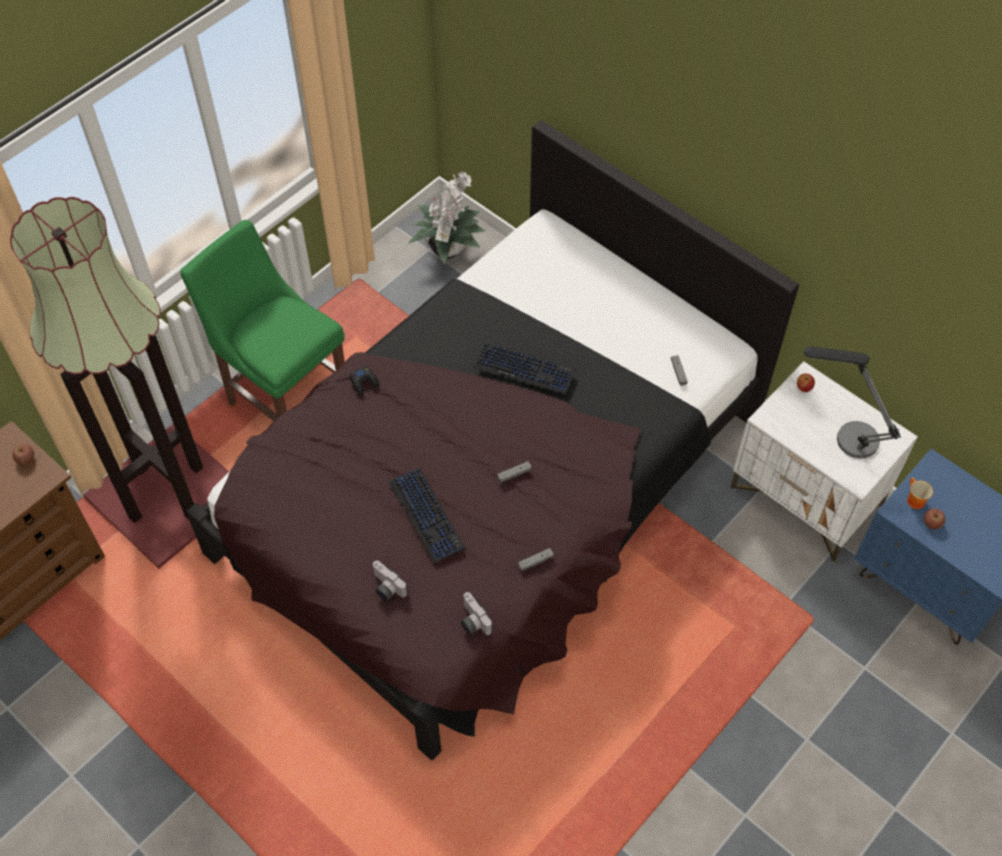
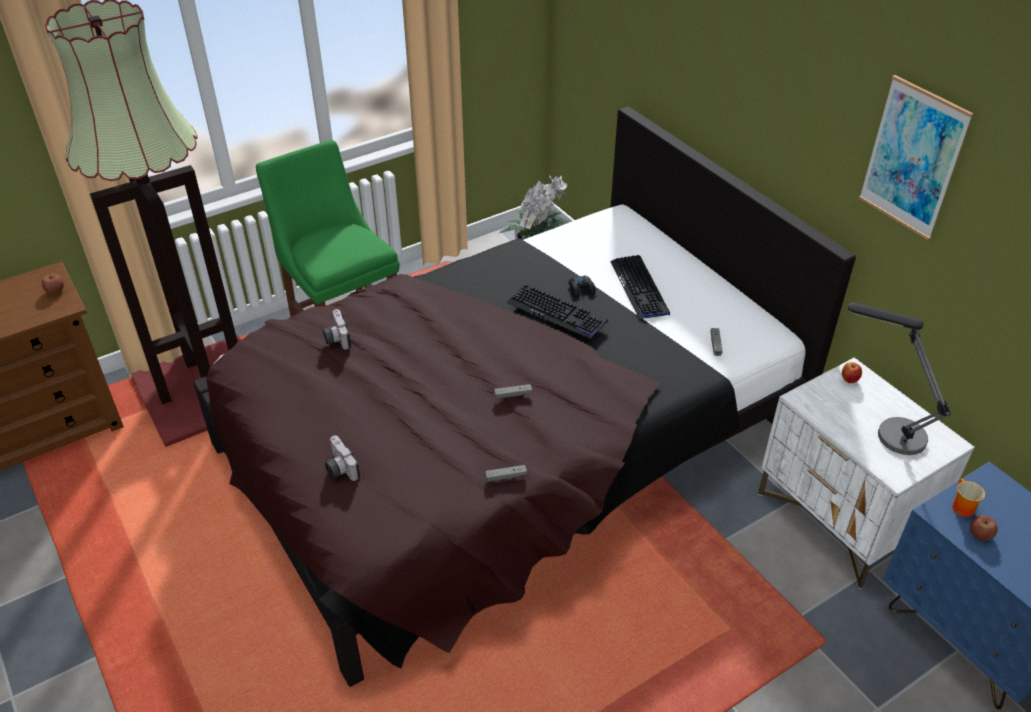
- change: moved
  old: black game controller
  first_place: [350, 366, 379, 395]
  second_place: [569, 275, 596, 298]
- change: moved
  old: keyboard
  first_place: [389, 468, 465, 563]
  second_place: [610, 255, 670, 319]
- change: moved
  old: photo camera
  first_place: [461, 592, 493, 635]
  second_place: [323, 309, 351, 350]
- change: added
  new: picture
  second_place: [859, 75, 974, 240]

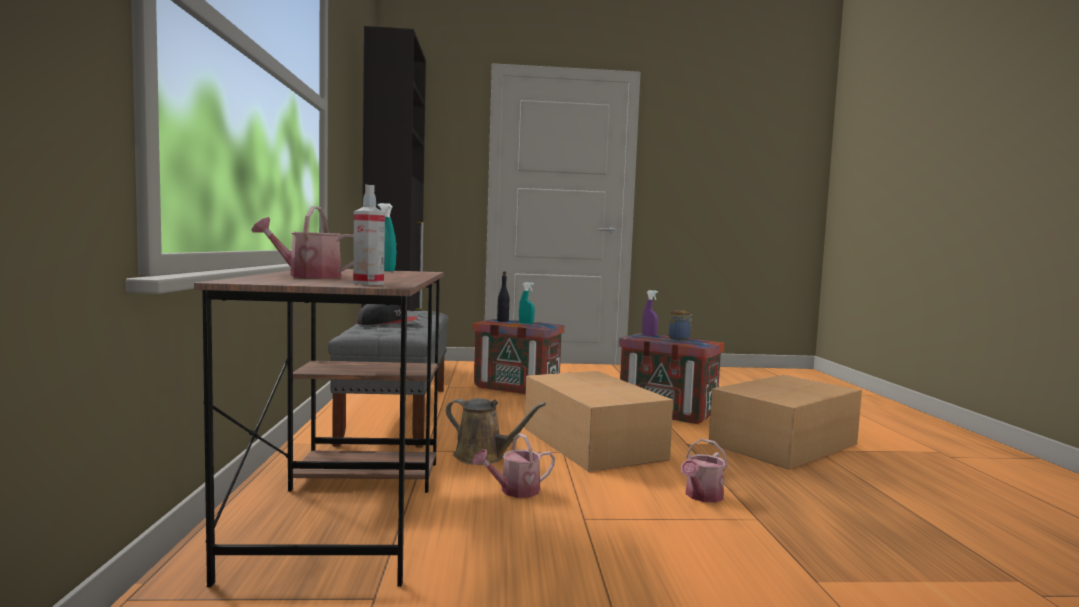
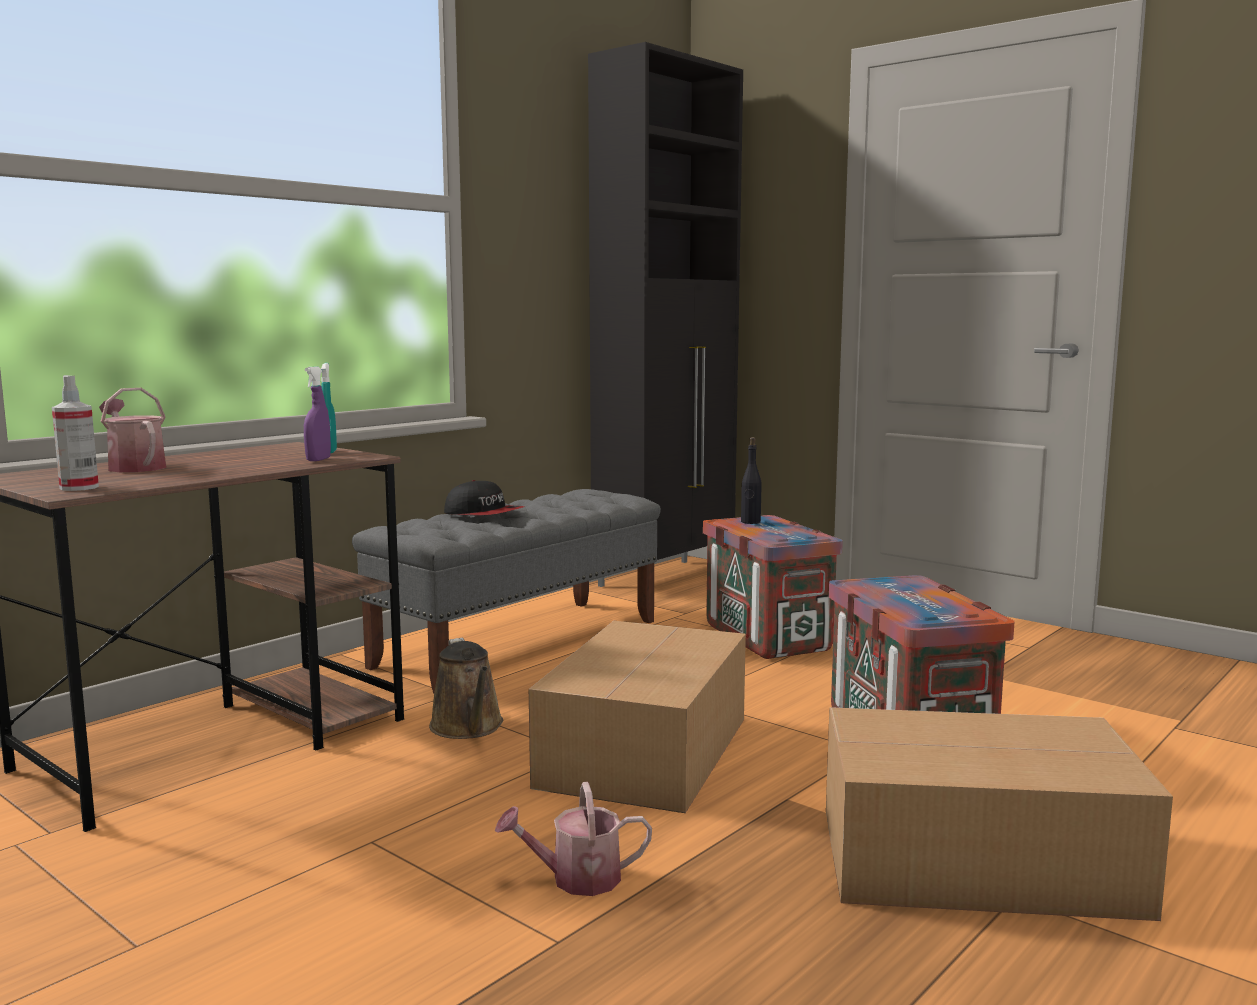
- change: removed
  old: turquoise spray bottle
  first_place: [519, 282, 535, 324]
- change: moved
  old: purple spray bottle
  first_place: [642, 290, 658, 336]
  second_place: [304, 367, 331, 461]
- change: removed
  old: jar
  first_place: [669, 310, 693, 341]
- change: removed
  old: watering can
  first_place: [472, 433, 555, 498]

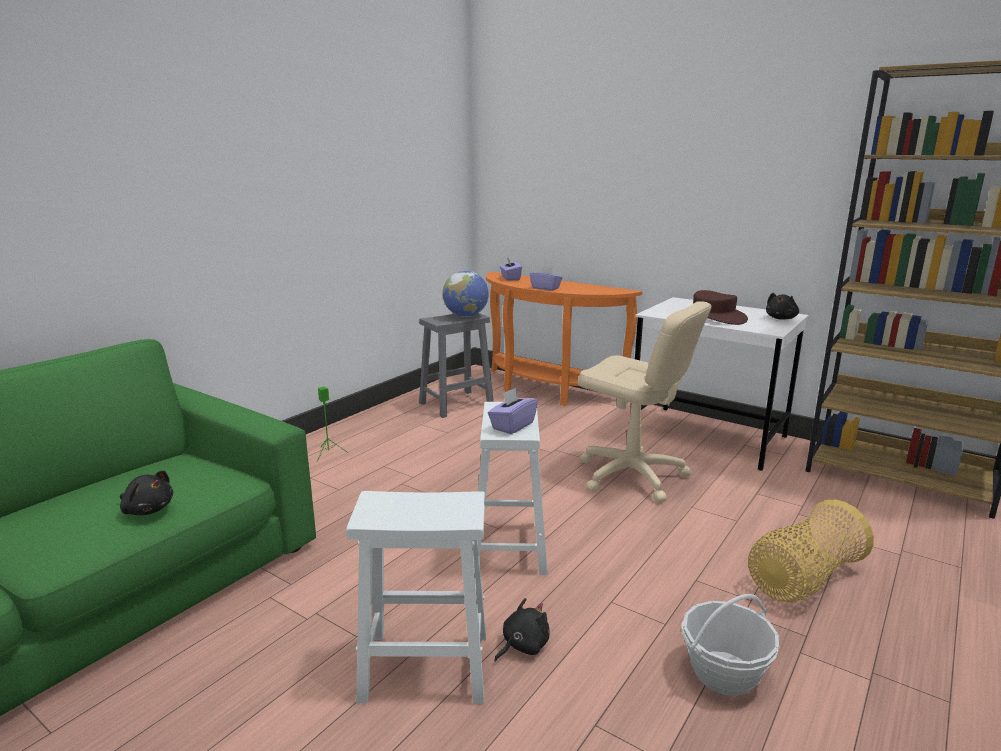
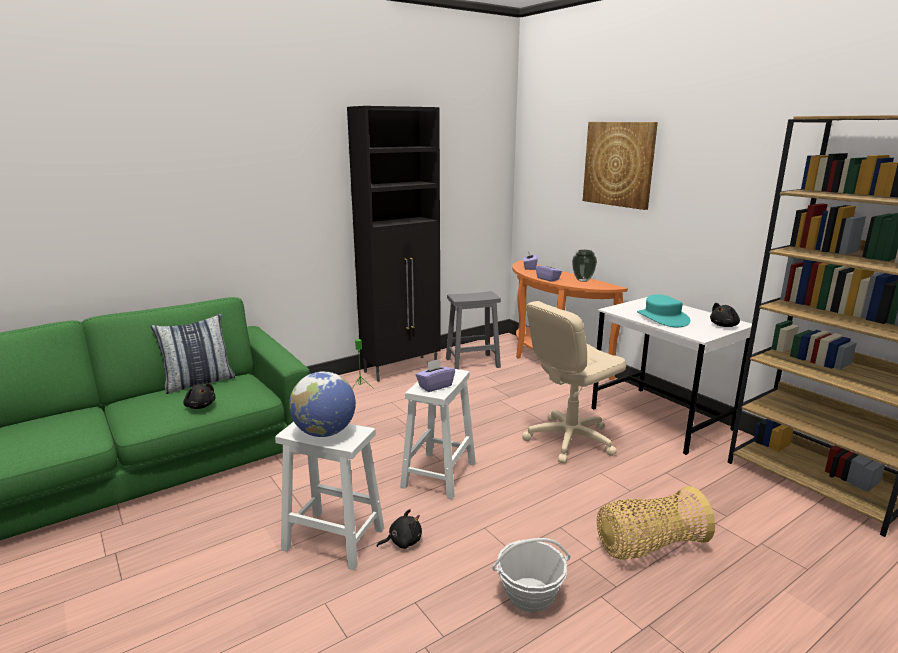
- change: moved
  old: globe
  first_place: [443, 271, 489, 317]
  second_place: [289, 371, 356, 437]
- change: recoloured
  old: brown hat
  new: turquoise hat
  first_place: [693, 290, 748, 325]
  second_place: [637, 294, 690, 327]
- change: turned
  old: beige office chair
  first_place: [578, 301, 712, 502]
  second_place: [522, 301, 626, 464]
  degrees: 90
- change: added
  new: black cabinet
  second_place: [347, 106, 441, 382]
- change: added
  new: picture
  second_place: [583, 122, 658, 210]
- change: added
  new: vase
  second_place: [572, 250, 597, 282]
- change: added
  new: pillow
  second_place: [151, 314, 235, 394]

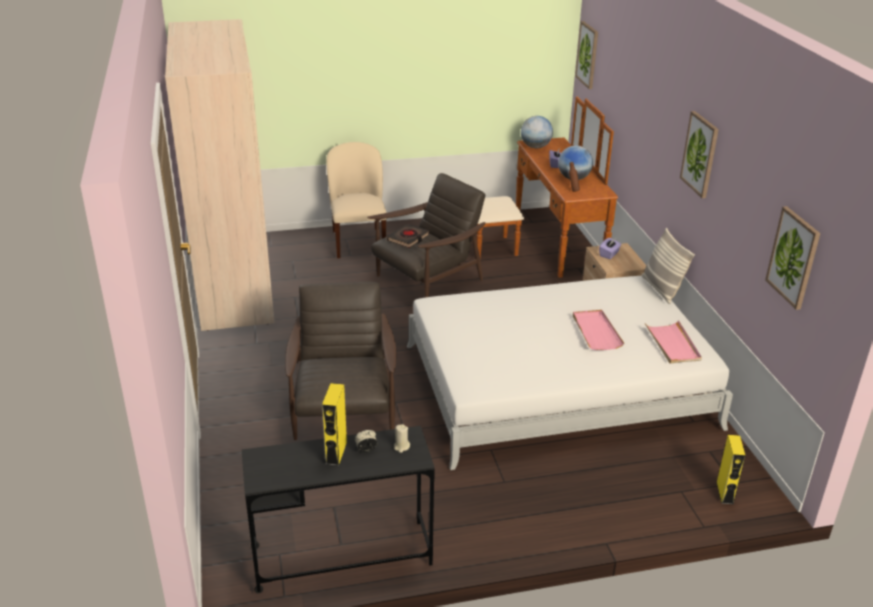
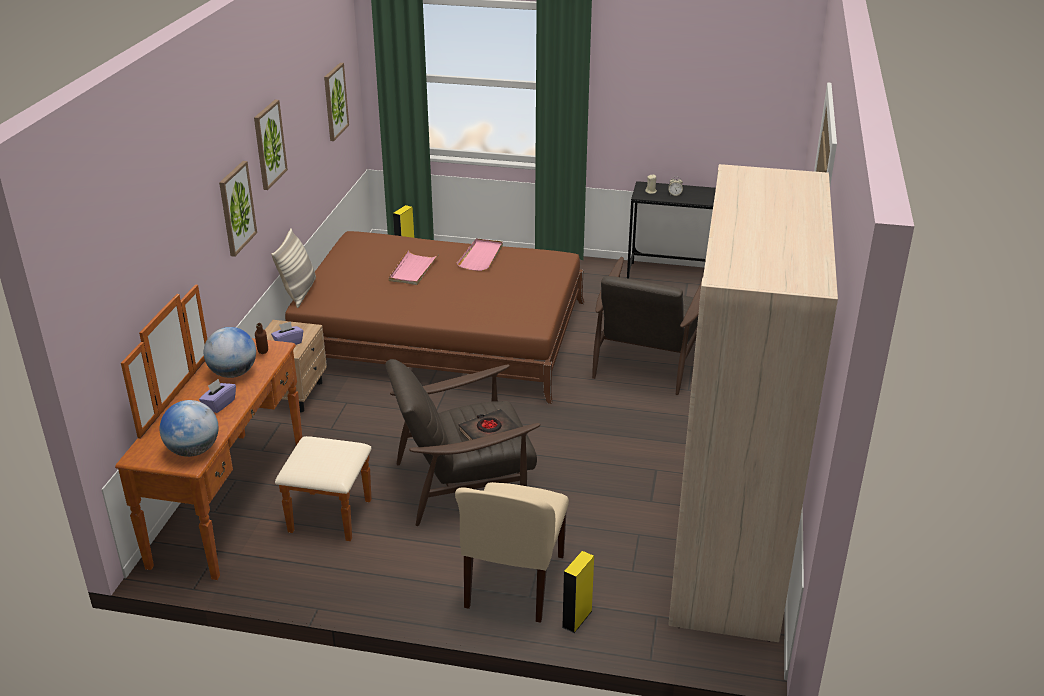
- change: moved
  old: picture
  first_place: [575, 21, 598, 89]
  second_place: [219, 161, 257, 257]
- change: recoloured
  old: white bed
  new: brown bed
  first_place: [407, 276, 733, 470]
  second_place: [285, 231, 584, 404]
- change: moved
  old: pink tray
  first_place: [645, 320, 702, 363]
  second_place: [457, 238, 503, 271]
- change: moved
  old: yellow speaker
  first_place: [322, 383, 347, 466]
  second_place: [562, 551, 594, 633]

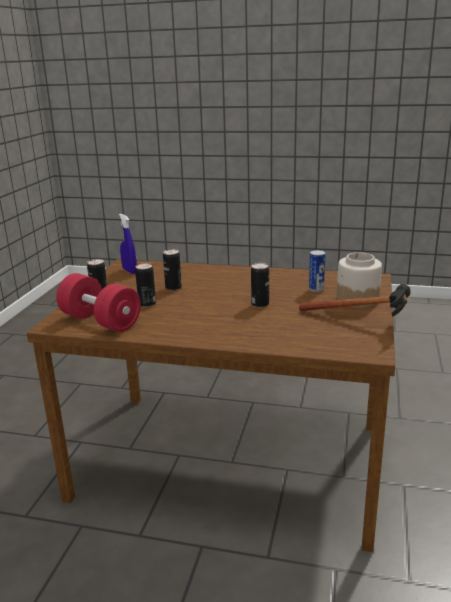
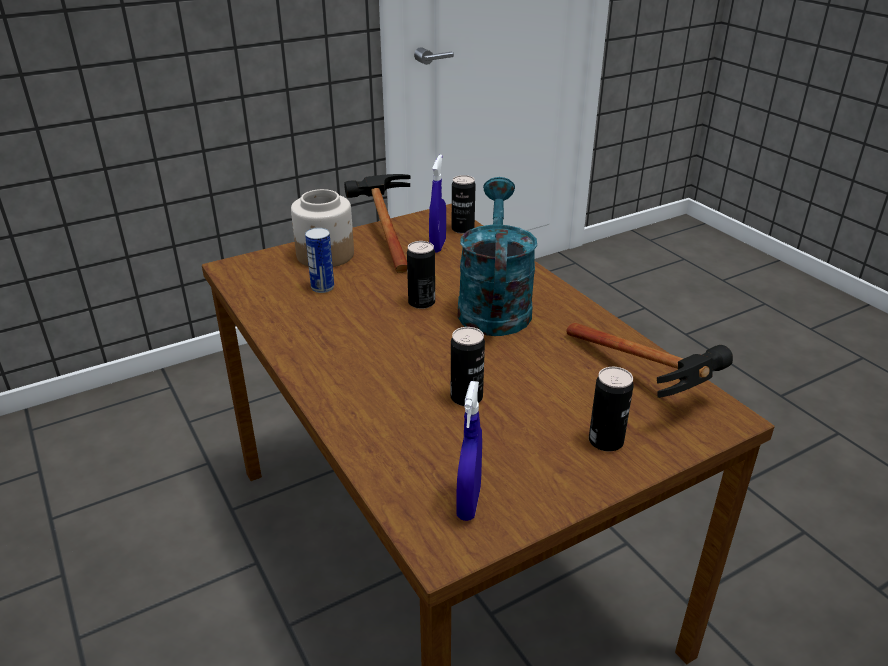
- change: moved
  old: can
  first_place: [135, 263, 156, 307]
  second_place: [452, 175, 476, 234]
- change: replaced
  old: red dumbbell
  new: hammer
  first_place: [56, 273, 141, 332]
  second_place: [566, 323, 733, 398]
- change: added
  new: blue spray bottle
  second_place: [429, 155, 446, 253]
- change: added
  new: turquoise watering can
  second_place: [458, 177, 537, 336]

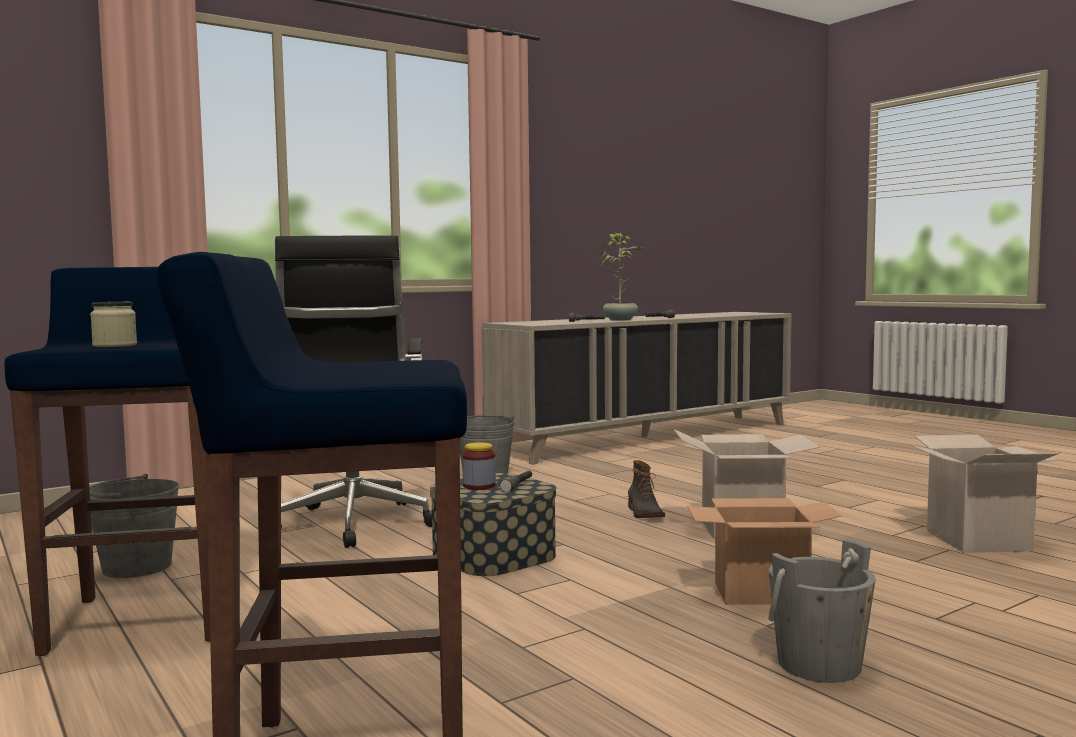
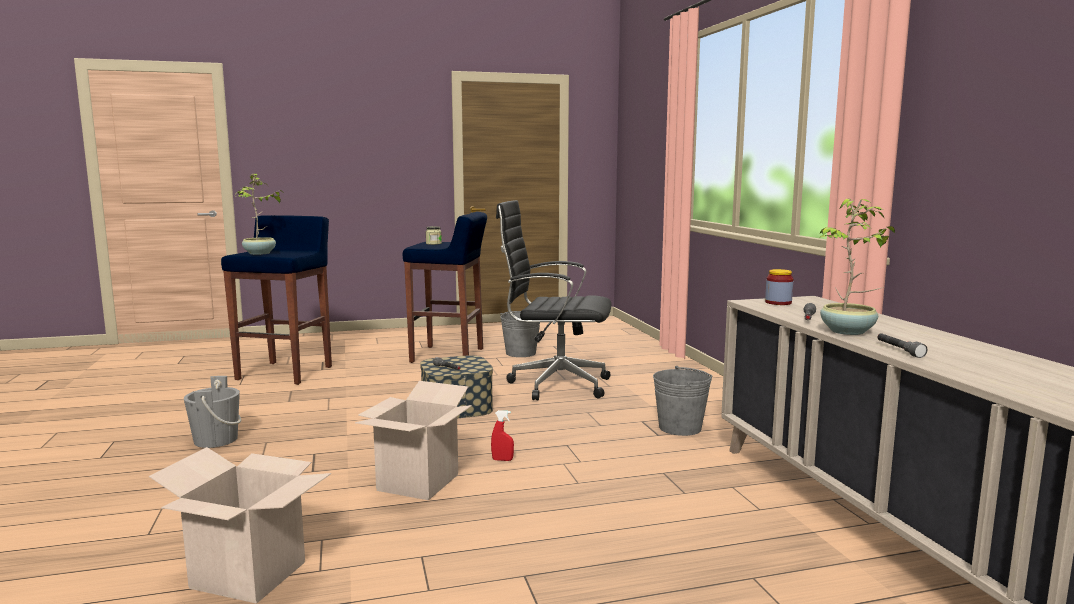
- change: moved
  old: jar
  first_place: [462, 442, 496, 490]
  second_place: [765, 269, 793, 305]
- change: replaced
  old: boot
  new: red spray bottle
  first_place: [628, 460, 665, 518]
  second_place: [491, 410, 514, 461]
- change: removed
  old: cardboard box
  first_place: [687, 498, 842, 605]
- change: added
  new: potted plant
  second_place: [235, 174, 285, 255]

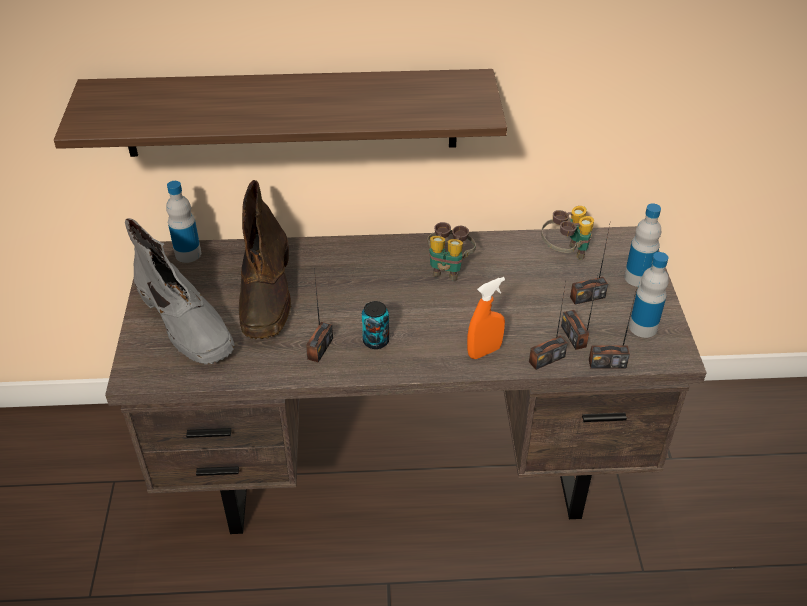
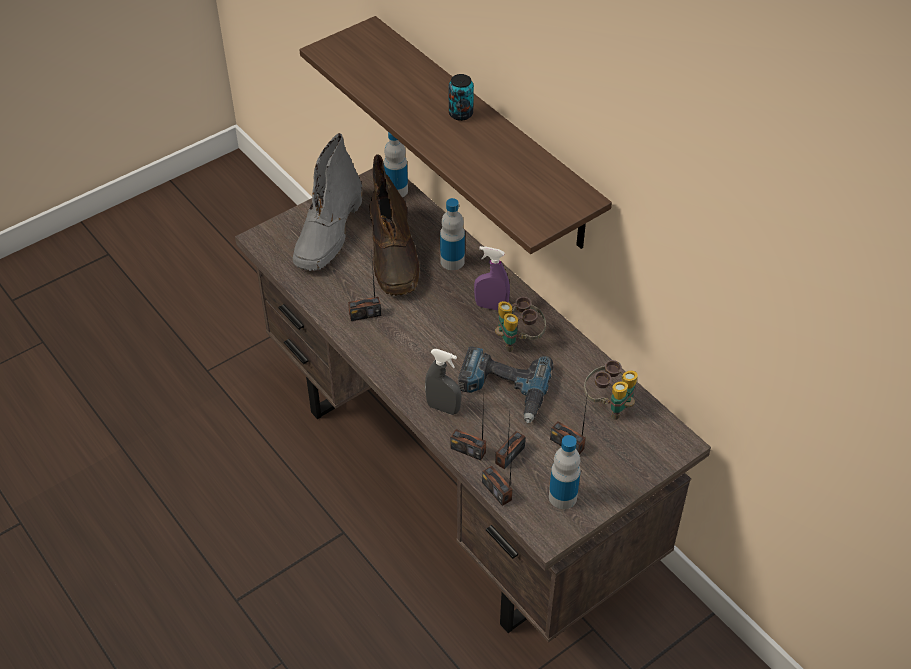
- change: turned
  old: brown boot
  first_place: [239, 180, 292, 339]
  second_place: [369, 154, 420, 296]
  degrees: -60
- change: moved
  old: bottle
  first_place: [624, 204, 661, 287]
  second_place: [440, 198, 465, 270]
- change: recoloured
  old: orange spray bottle
  new: grey spray bottle
  first_place: [467, 277, 505, 359]
  second_place: [425, 349, 461, 415]
- change: moved
  old: can
  first_place: [362, 301, 389, 349]
  second_place: [449, 74, 474, 121]
- change: added
  new: purple spray bottle
  second_place: [474, 246, 510, 310]
- change: added
  new: power drill
  second_place: [458, 346, 553, 424]

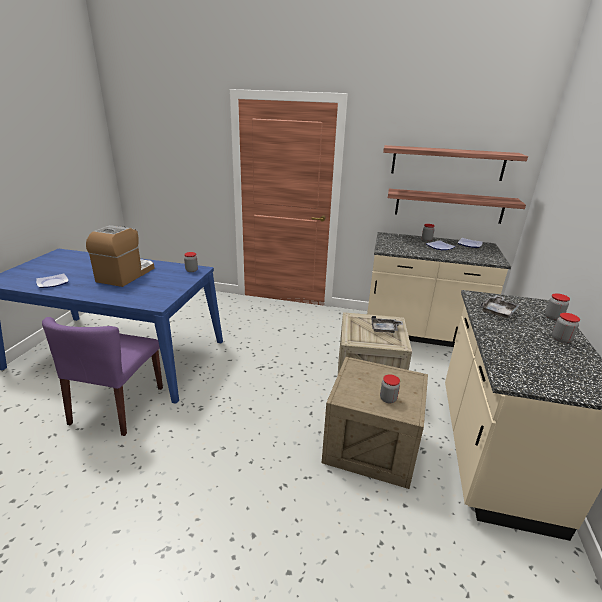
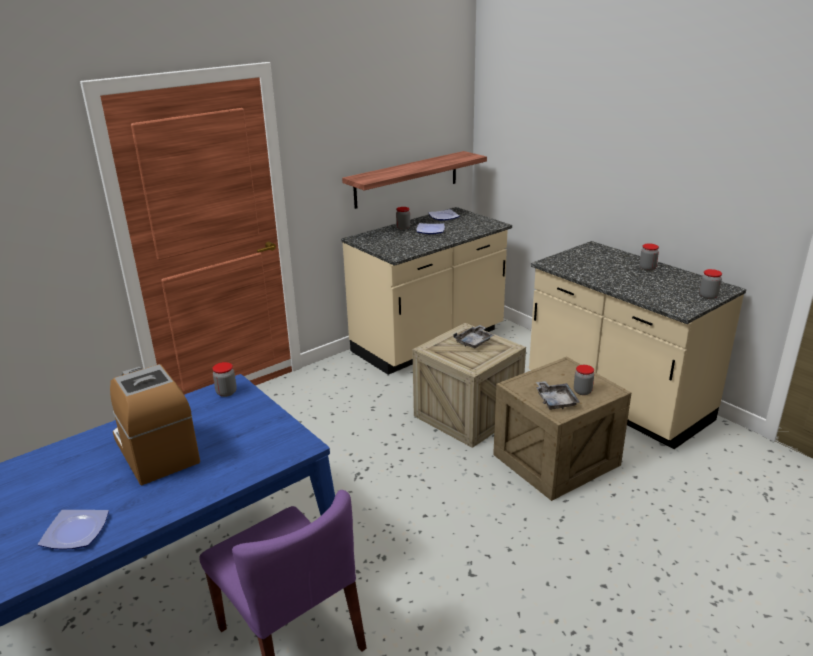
- change: removed
  old: shelf
  first_place: [383, 145, 528, 181]
- change: moved
  old: jar
  first_place: [545, 293, 570, 321]
  second_place: [700, 269, 722, 299]
- change: moved
  old: grey tray
  first_place: [481, 295, 520, 318]
  second_place: [536, 381, 580, 410]

